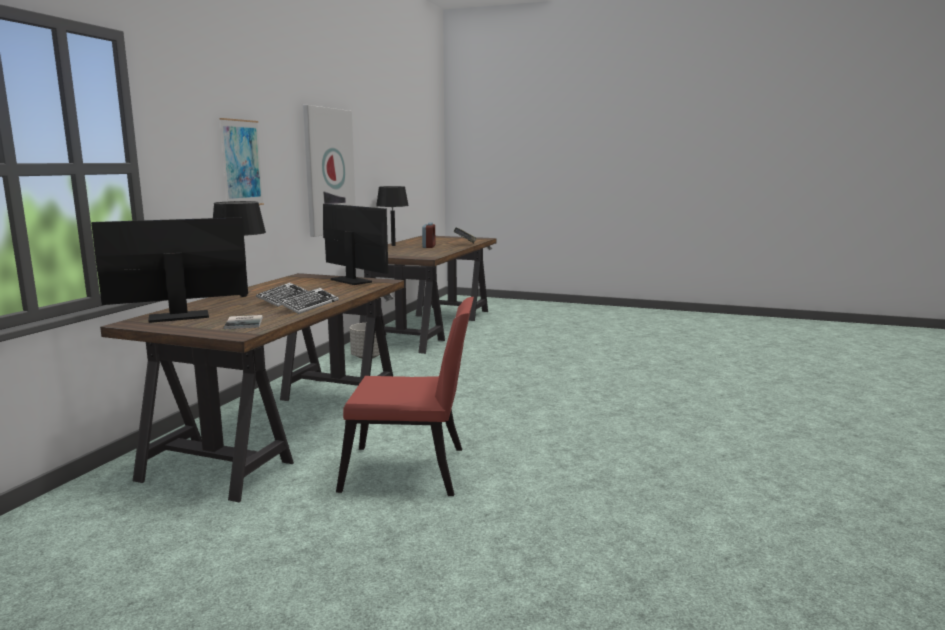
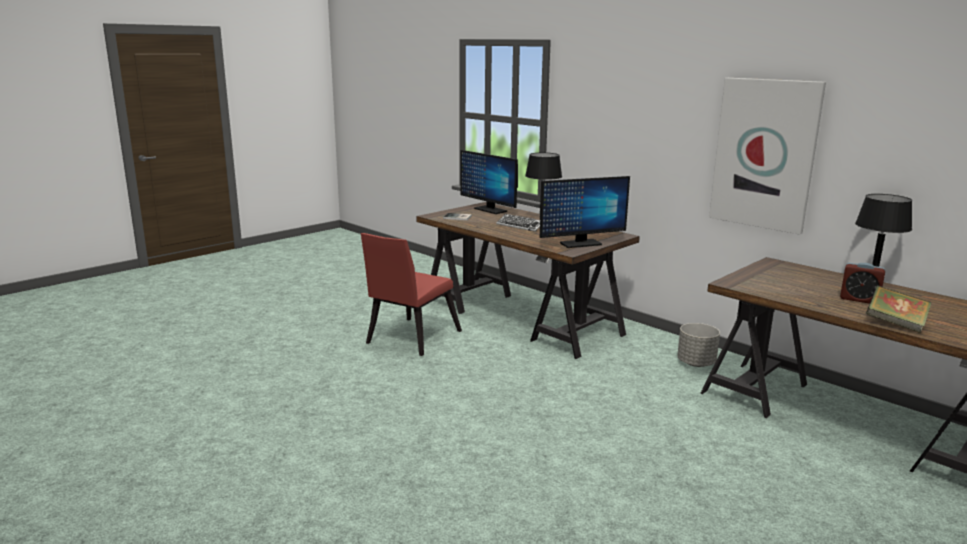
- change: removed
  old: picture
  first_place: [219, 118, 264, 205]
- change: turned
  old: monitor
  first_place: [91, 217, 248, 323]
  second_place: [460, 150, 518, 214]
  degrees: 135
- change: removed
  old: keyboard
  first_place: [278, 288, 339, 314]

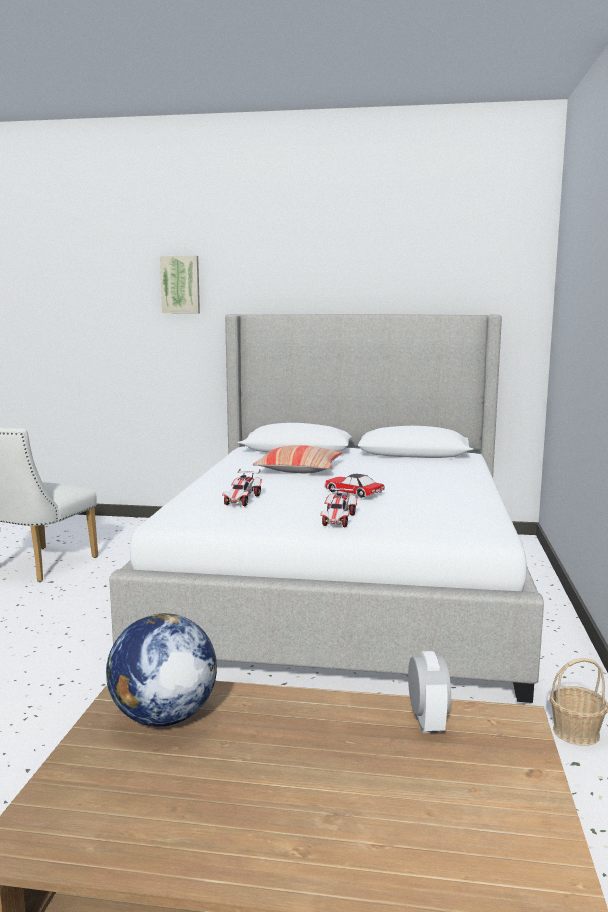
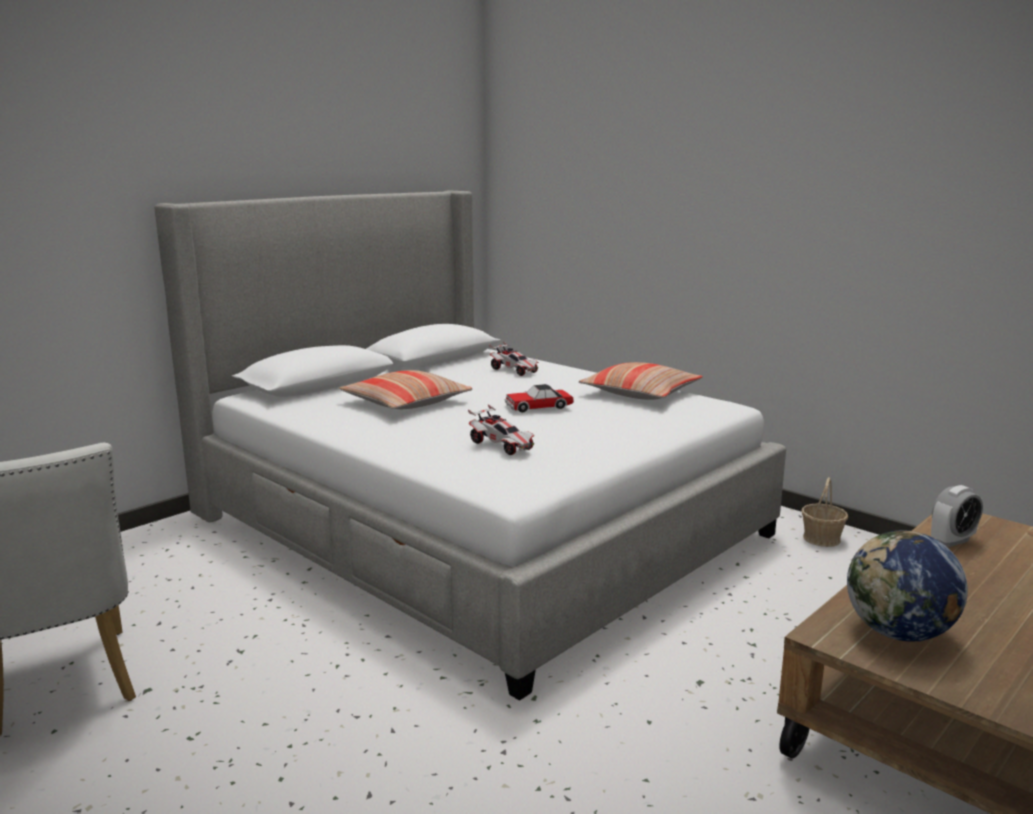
- change: removed
  old: picture
  first_place: [160, 256, 200, 313]
- change: moved
  old: toy car
  first_place: [320, 485, 357, 527]
  second_place: [489, 342, 538, 376]
- change: turned
  old: alarm clock
  first_place: [408, 651, 451, 733]
  second_place: [931, 485, 983, 547]
  degrees: 120
- change: added
  new: pillow
  second_place: [579, 362, 703, 400]

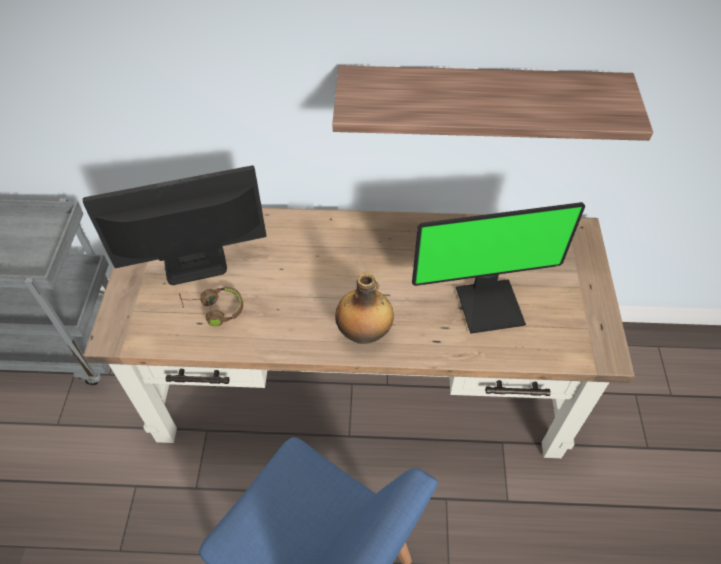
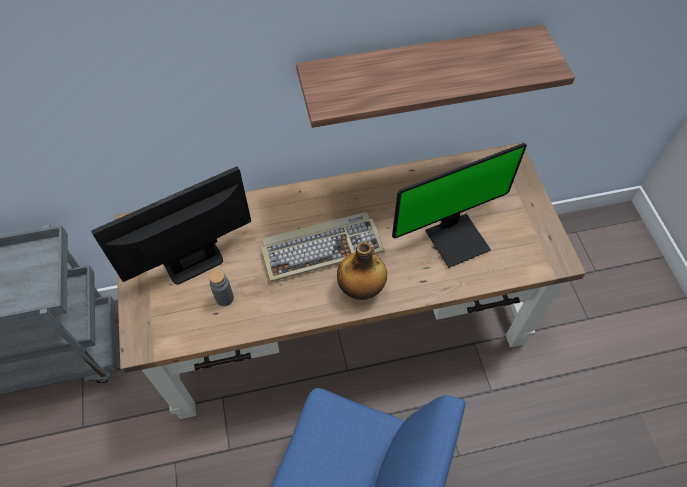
- change: replaced
  old: brown headphones
  new: grey bottle
  first_place: [179, 287, 243, 326]
  second_place: [209, 269, 234, 306]
- change: added
  new: keyboard
  second_place: [261, 212, 385, 282]

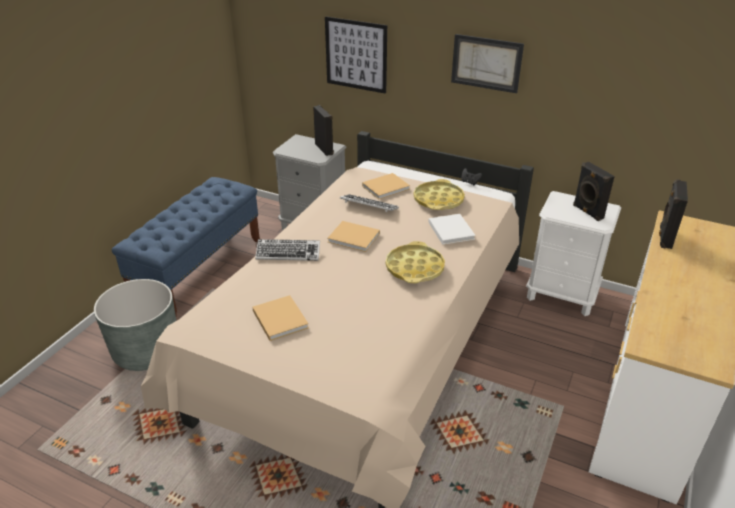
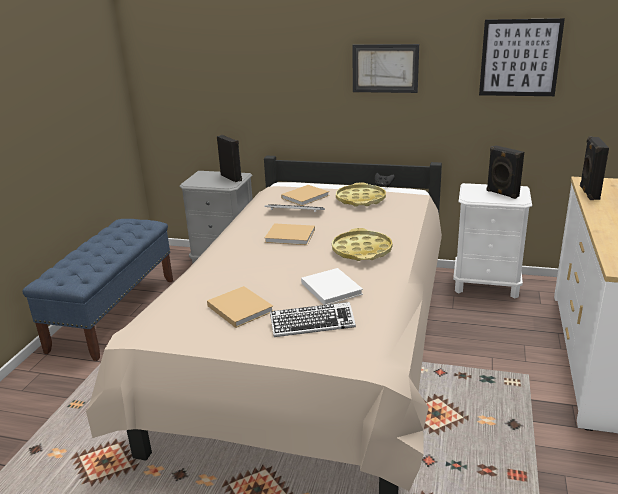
- change: moved
  old: picture
  first_place: [325, 17, 387, 94]
  second_place: [479, 18, 565, 96]
- change: moved
  old: white book
  first_place: [428, 214, 476, 245]
  second_place: [301, 268, 363, 305]
- change: moved
  old: keyboard
  first_place: [255, 239, 320, 261]
  second_place: [270, 302, 356, 337]
- change: removed
  old: grey planter
  first_place: [94, 279, 176, 371]

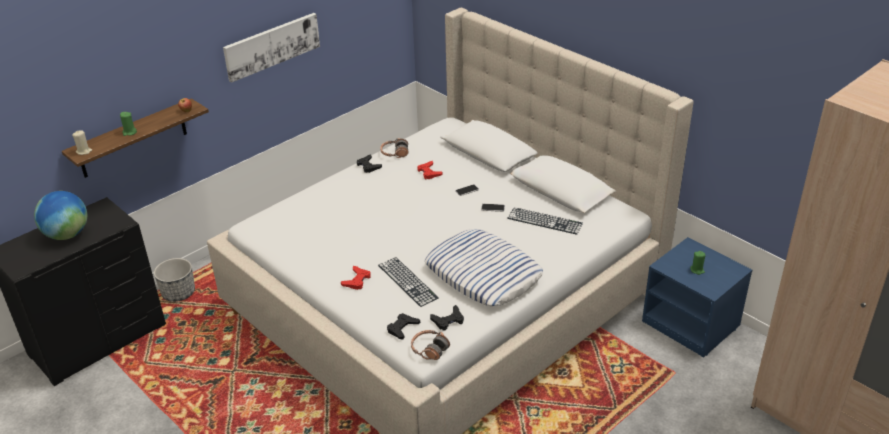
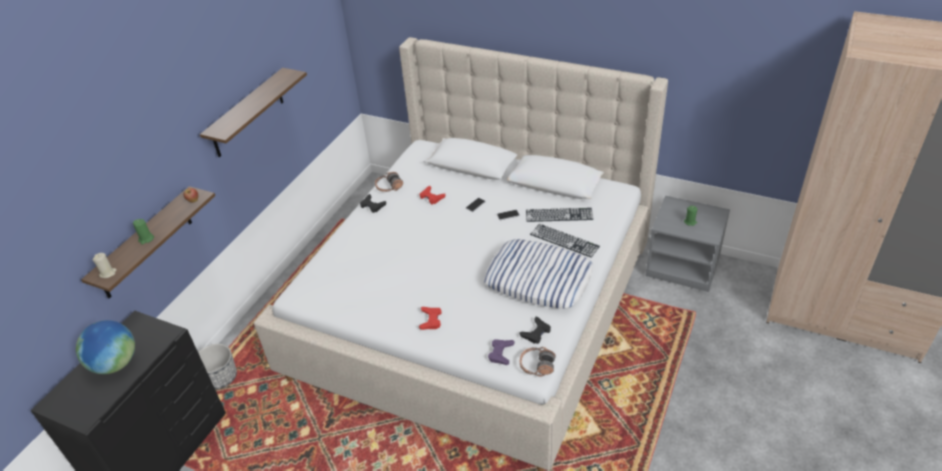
- change: replaced
  old: picture
  new: shelf
  first_place: [223, 13, 320, 83]
  second_place: [200, 68, 307, 157]
- change: recoloured
  old: blue nightstand
  new: grey nightstand
  first_place: [642, 237, 752, 357]
  second_place: [645, 196, 730, 292]
- change: moved
  old: keyboard
  first_place: [378, 257, 439, 307]
  second_place: [530, 224, 600, 258]
- change: recoloured
  old: black game controller
  new: purple game controller
  first_place: [387, 313, 420, 339]
  second_place: [488, 339, 514, 365]

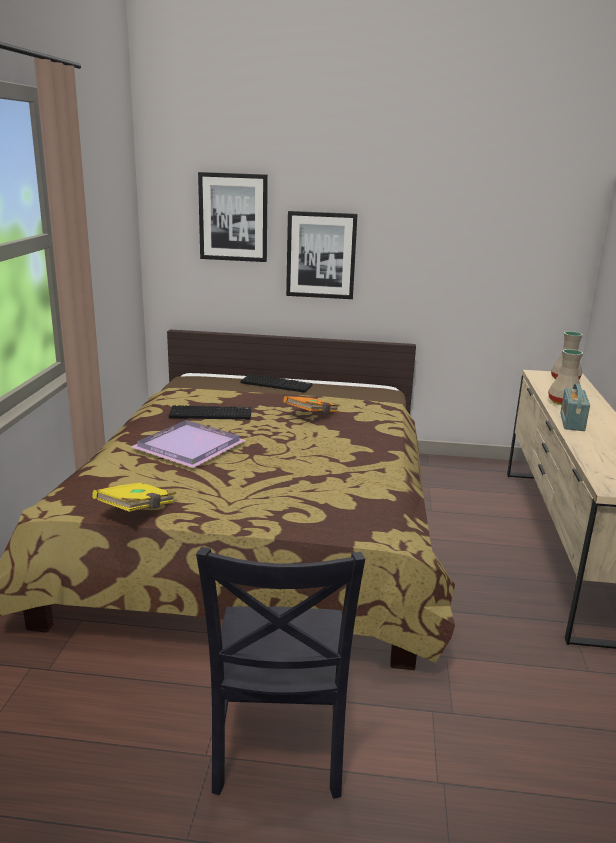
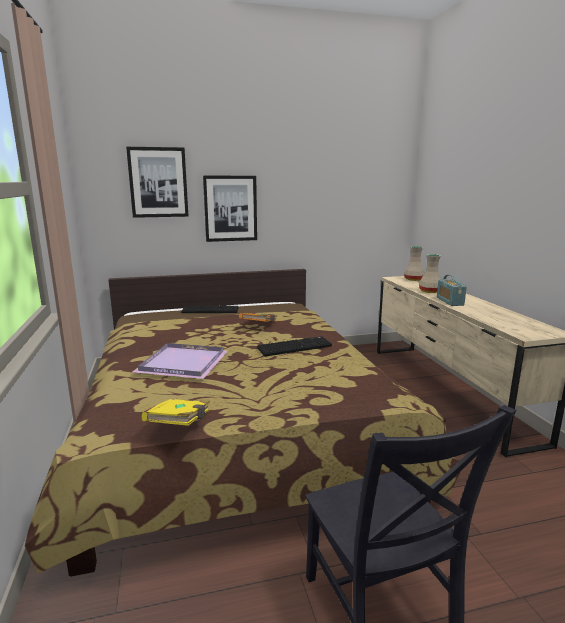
- change: moved
  old: keyboard
  first_place: [169, 405, 252, 420]
  second_place: [257, 336, 332, 357]

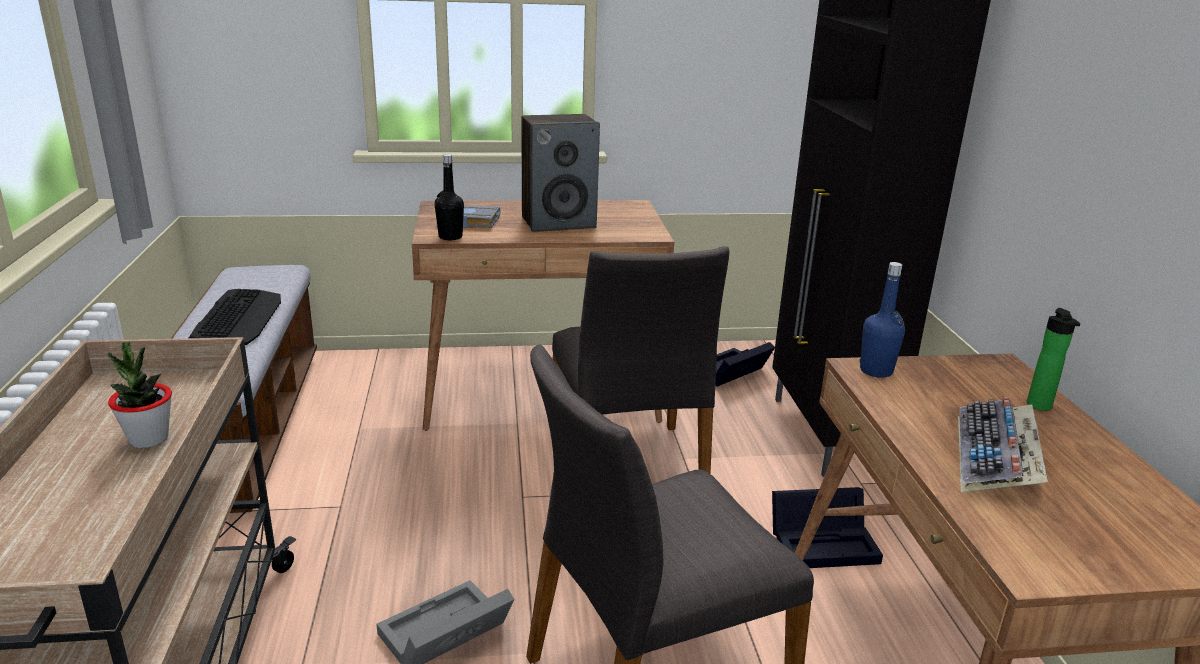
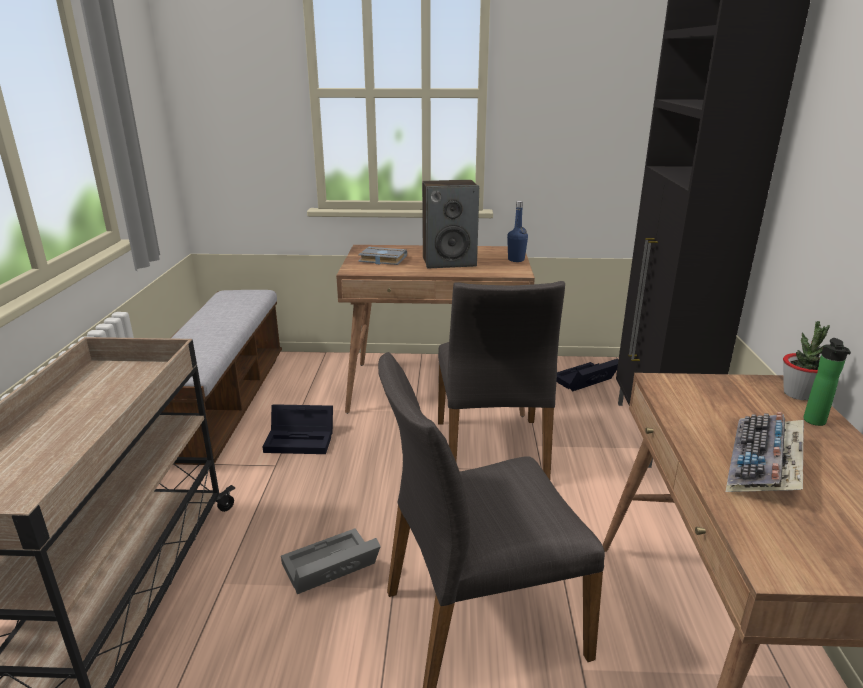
- change: removed
  old: black bottle
  first_place: [435, 154, 464, 240]
- change: moved
  old: blue bottle
  first_place: [859, 262, 905, 378]
  second_place: [507, 201, 528, 262]
- change: removed
  old: keyboard
  first_place: [189, 289, 281, 345]
- change: moved
  old: potted plant
  first_place: [108, 342, 172, 448]
  second_place: [783, 321, 830, 400]
- change: moved
  old: black storage box
  first_place: [772, 487, 883, 568]
  second_place: [262, 404, 333, 454]

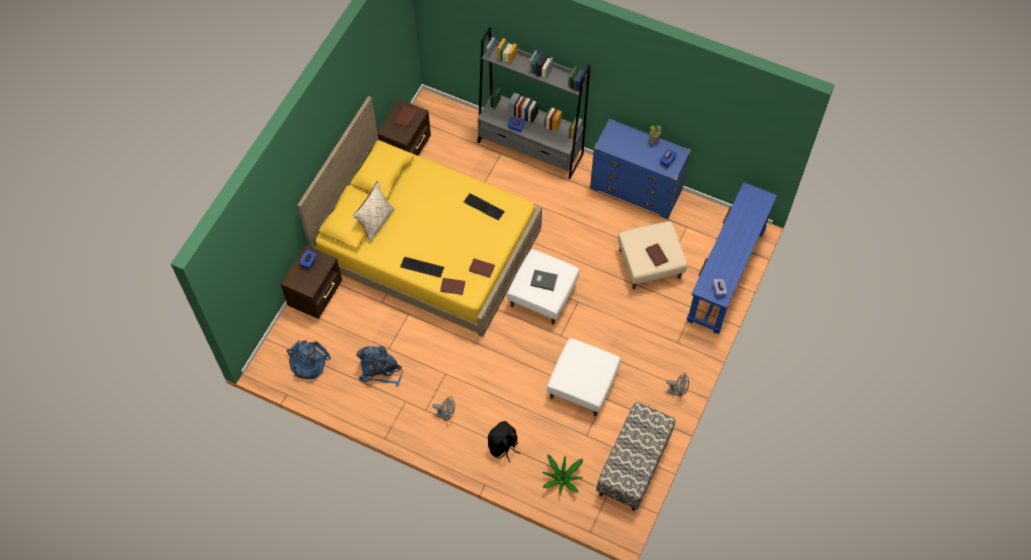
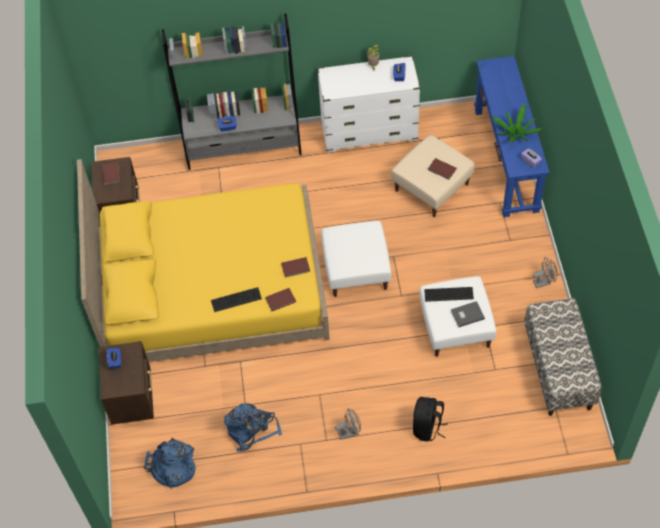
- change: recoloured
  old: blue dresser
  new: white dresser
  first_place: [590, 119, 691, 219]
  second_place: [317, 56, 420, 153]
- change: removed
  old: beige pillow
  first_place: [353, 181, 395, 243]
- change: moved
  old: keyboard
  first_place: [464, 193, 505, 220]
  second_place: [424, 287, 474, 302]
- change: moved
  old: grey book
  first_place: [530, 270, 558, 291]
  second_place: [451, 301, 485, 328]
- change: moved
  old: potted plant
  first_place: [543, 454, 583, 494]
  second_place: [492, 103, 543, 142]

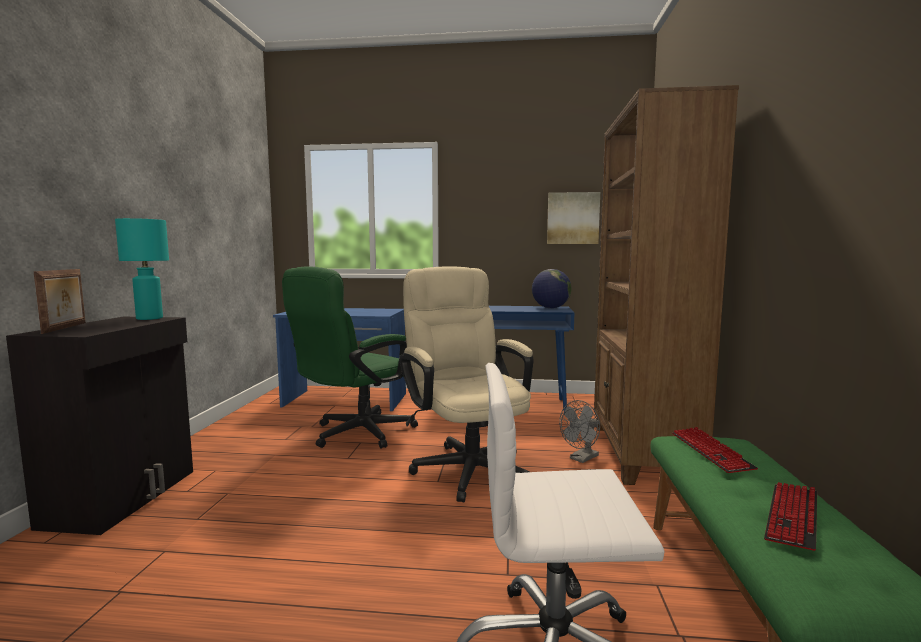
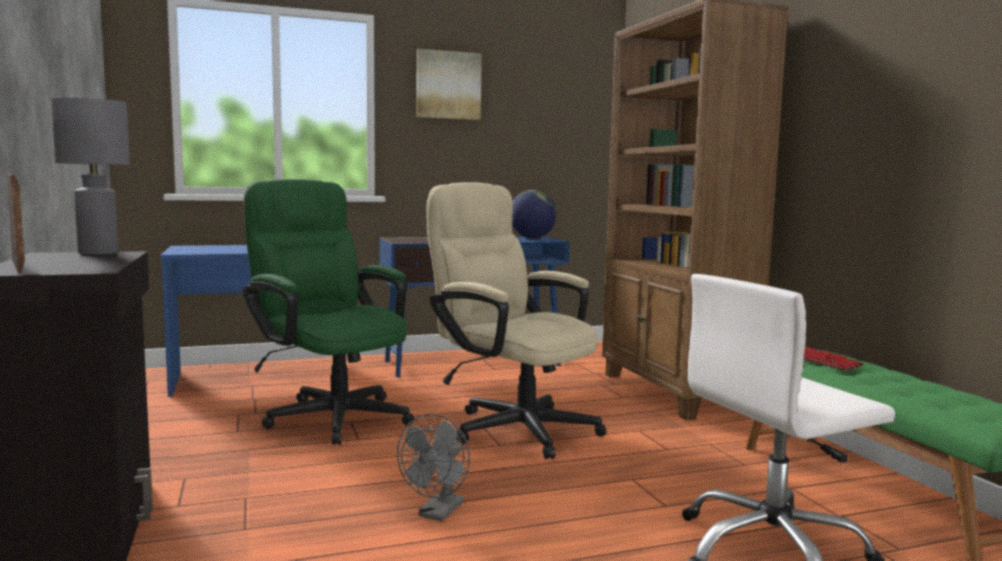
- change: moved
  old: picture
  first_place: [547, 192, 600, 244]
  second_place: [417, 49, 482, 120]
- change: recoloured
  old: turquoise table lamp
  new: grey table lamp
  first_place: [115, 218, 169, 320]
  second_place: [51, 97, 130, 255]
- change: turned
  old: green office chair
  first_place: [282, 266, 418, 449]
  second_place: [242, 179, 414, 445]
  degrees: 120
- change: moved
  old: grey fan
  first_place: [559, 400, 600, 463]
  second_place: [397, 414, 470, 521]
- change: removed
  old: keyboard
  first_place: [764, 482, 817, 551]

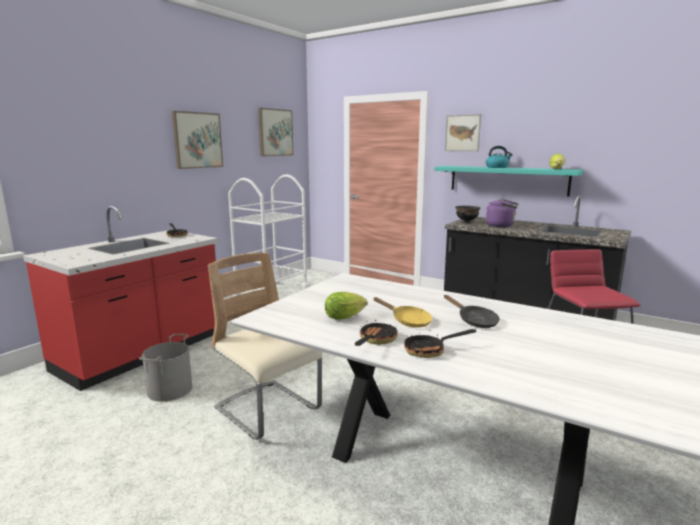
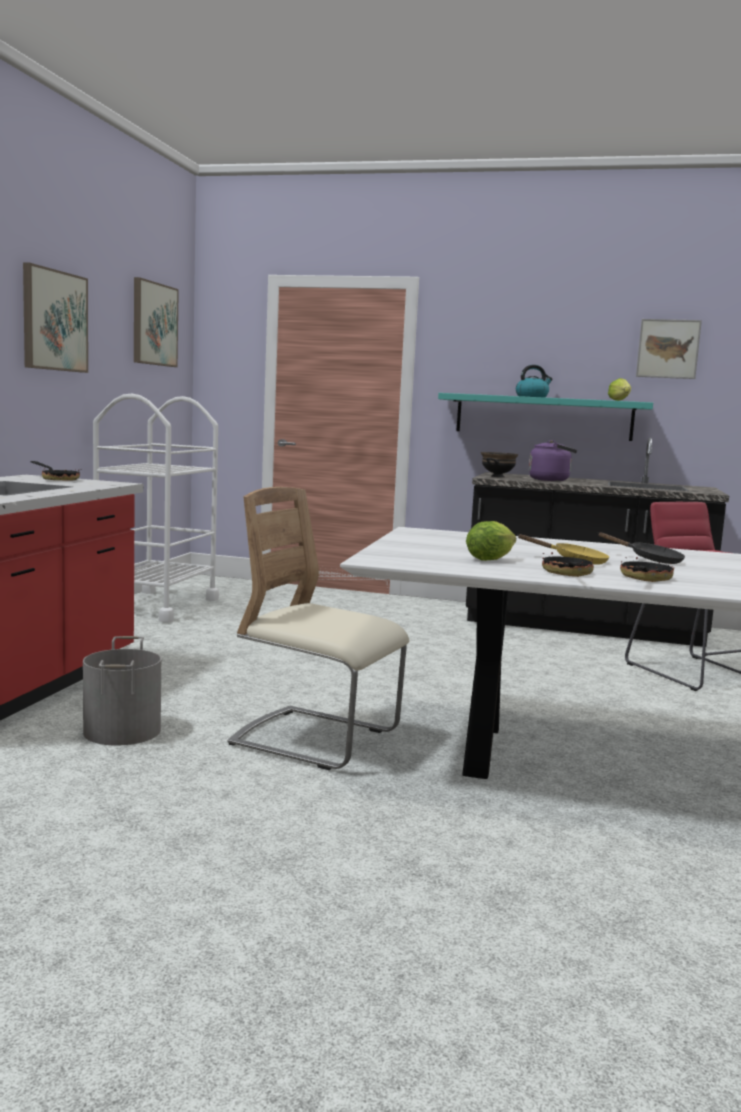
- change: moved
  old: picture
  first_place: [445, 114, 481, 151]
  second_place: [636, 319, 702, 379]
- change: turned
  old: frying pan
  first_place: [404, 329, 476, 358]
  second_place: [620, 550, 674, 582]
  degrees: 150

